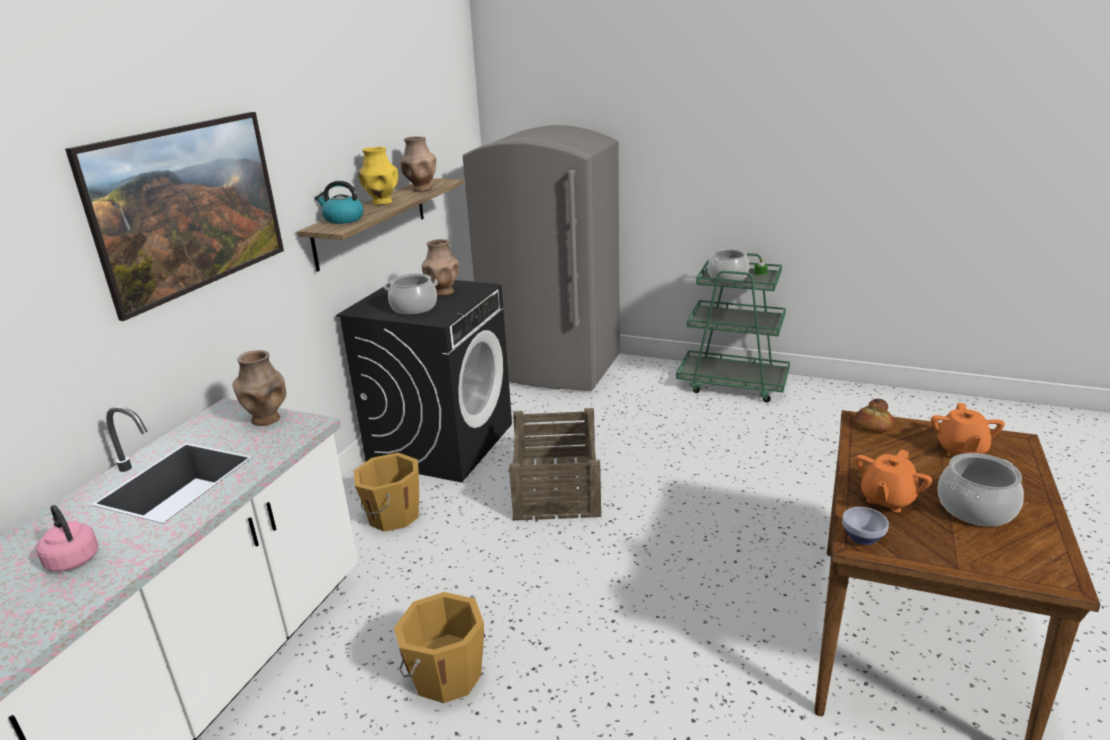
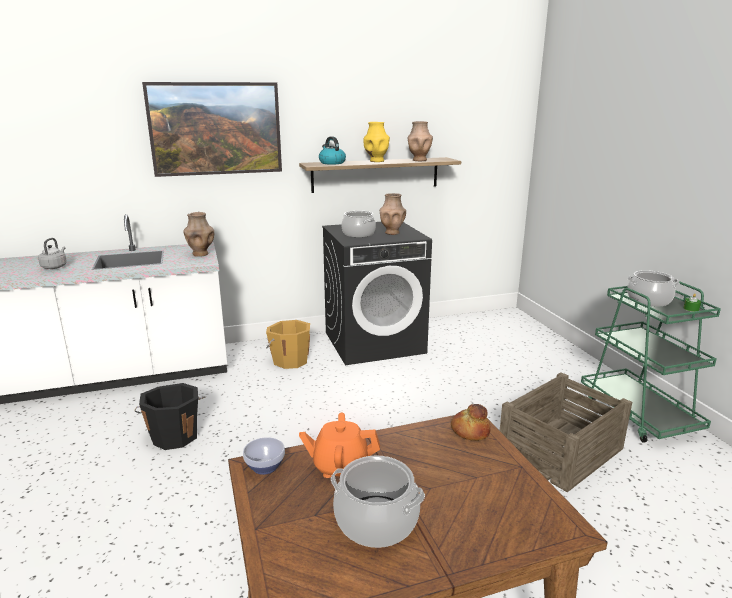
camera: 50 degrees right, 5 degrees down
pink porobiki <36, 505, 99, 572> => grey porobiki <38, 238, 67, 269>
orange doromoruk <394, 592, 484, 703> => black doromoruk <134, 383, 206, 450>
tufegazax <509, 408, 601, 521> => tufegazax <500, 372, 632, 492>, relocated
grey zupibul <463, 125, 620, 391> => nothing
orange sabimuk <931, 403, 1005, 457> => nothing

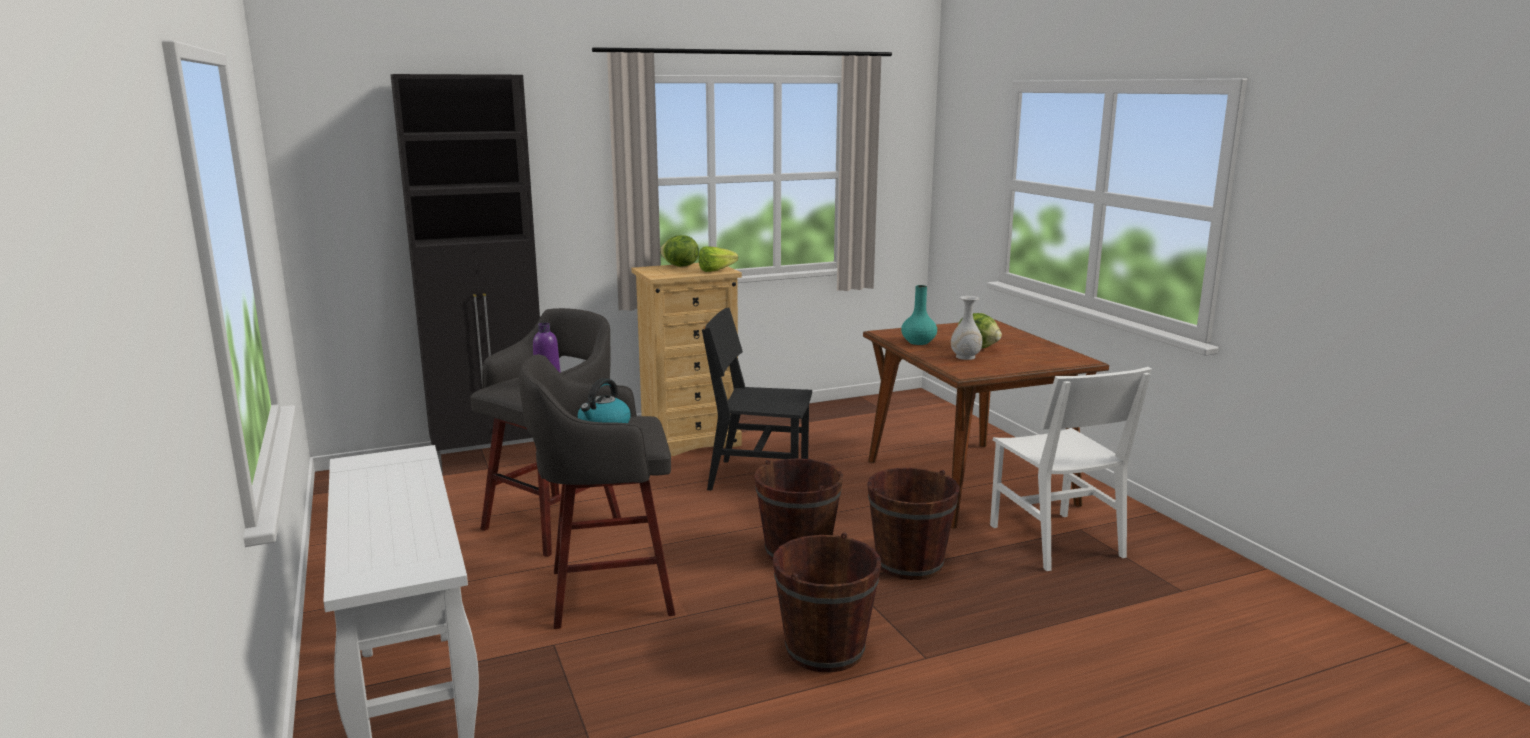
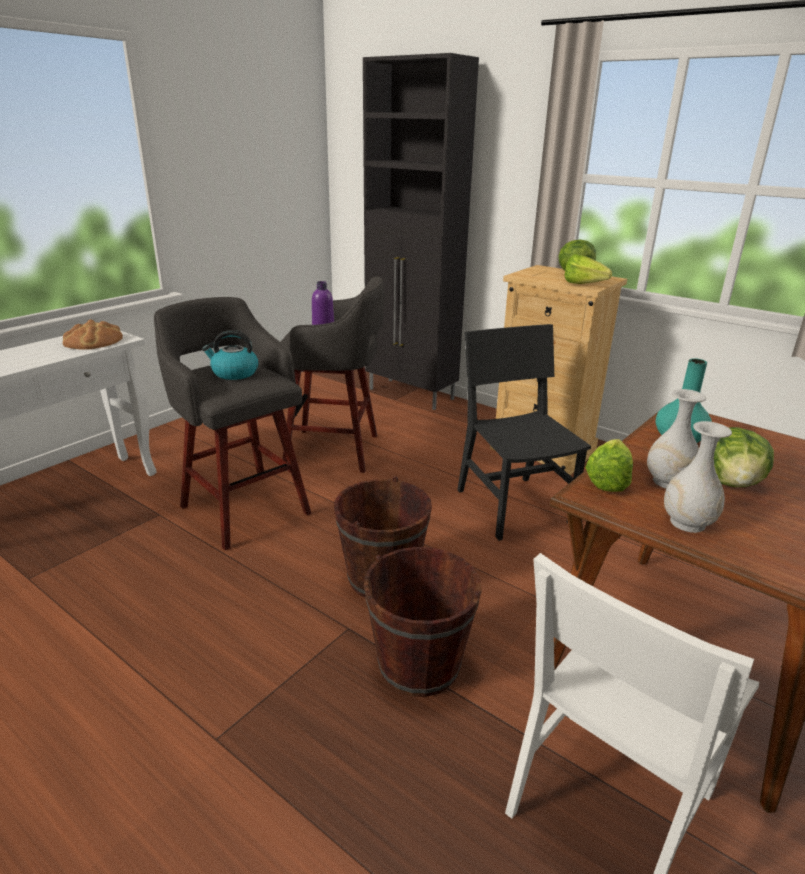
camera: 60 degrees right, 10 degrees up
nothing => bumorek <63, 319, 123, 350>
nothing => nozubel <585, 439, 633, 492>
nothing => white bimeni <664, 421, 732, 533>
brown doromoruk <773, 532, 881, 673> => nothing

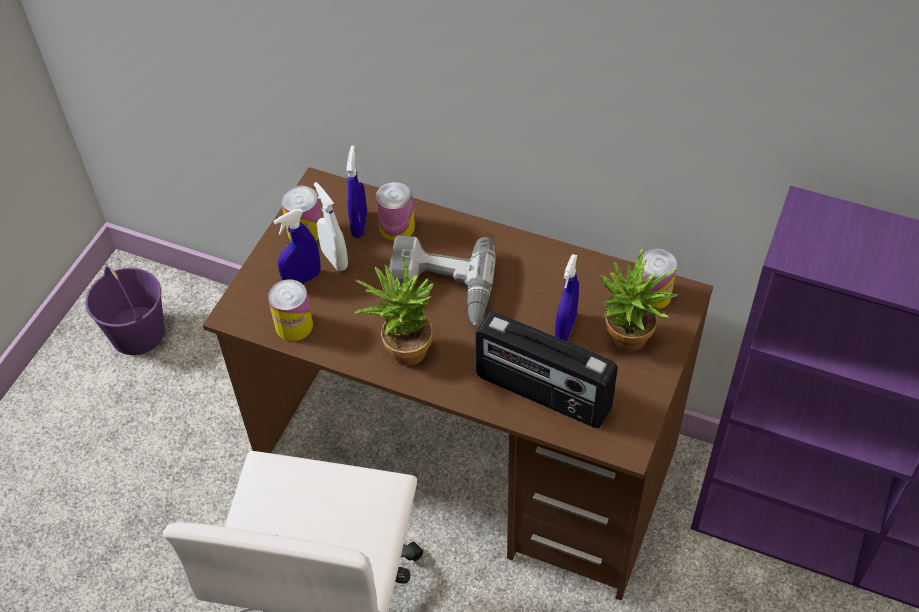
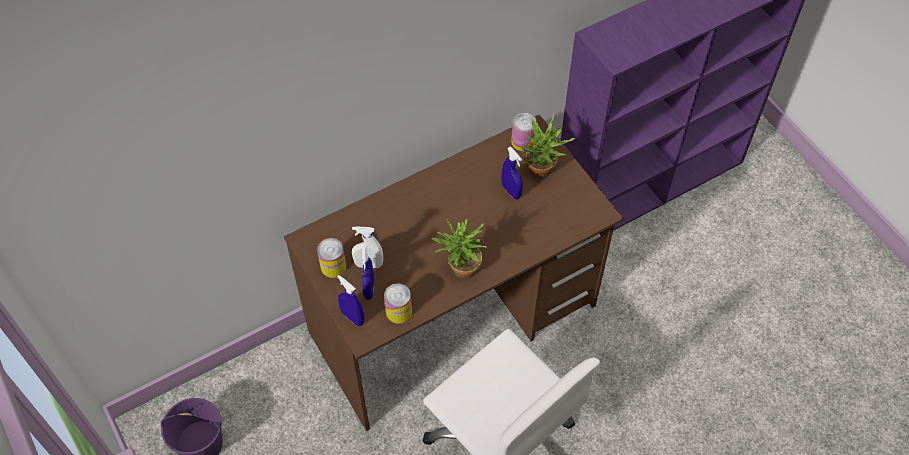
camera: 55 degrees left, 5 degrees up
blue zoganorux <346, 145, 367, 238> => blue zoganorux <337, 275, 364, 326>, relocated
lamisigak <376, 182, 415, 241> => nothing
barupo <389, 236, 496, 326> => nothing
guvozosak <475, 311, 618, 428> => nothing

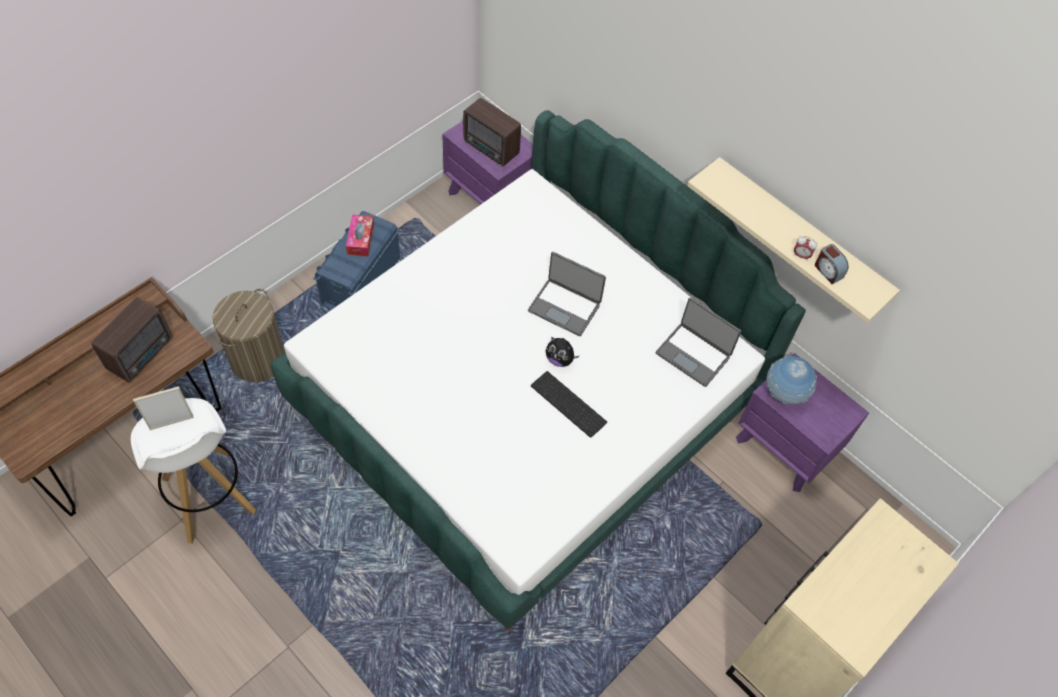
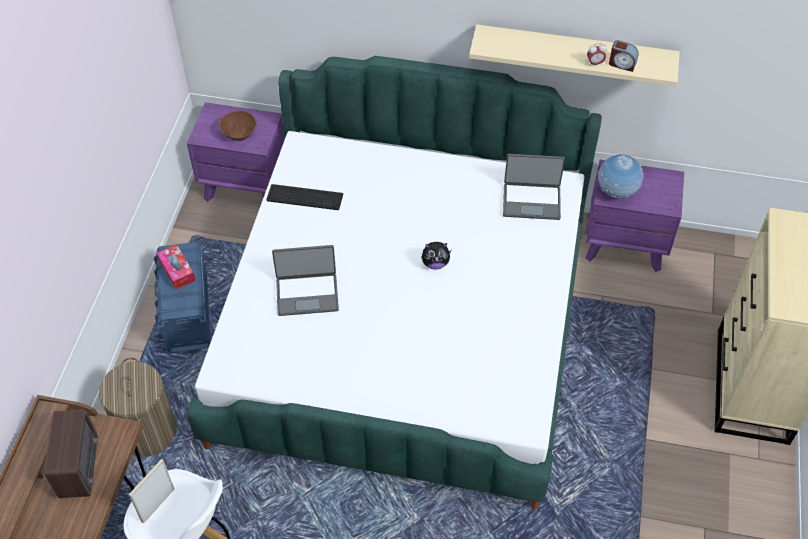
camera: 30 degrees left, 5 degrees down
guvozosak <463, 98, 521, 166> => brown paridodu <219, 110, 257, 141>
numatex <531, 371, 607, 438> => numatex <266, 184, 343, 210>, relocated
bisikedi <528, 252, 606, 336> => bisikedi <272, 245, 339, 316>, relocated

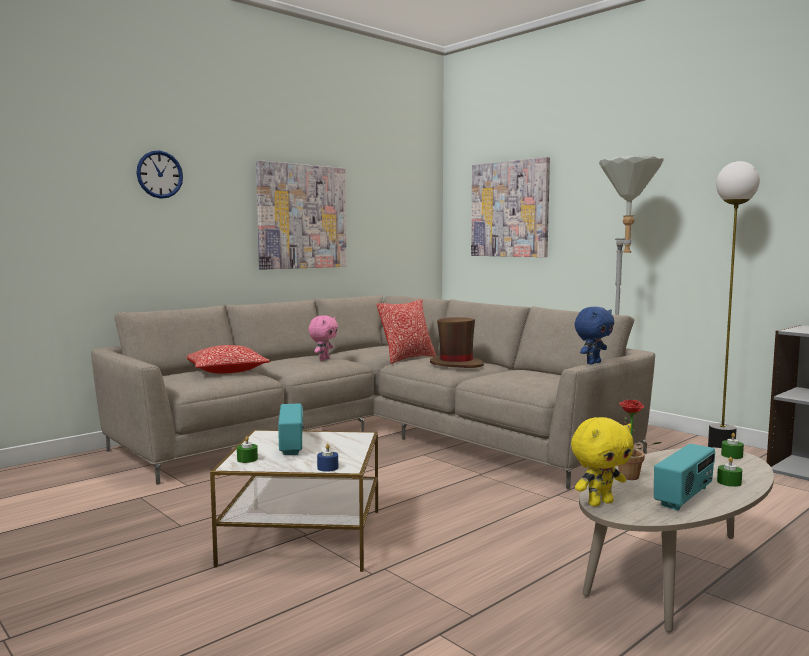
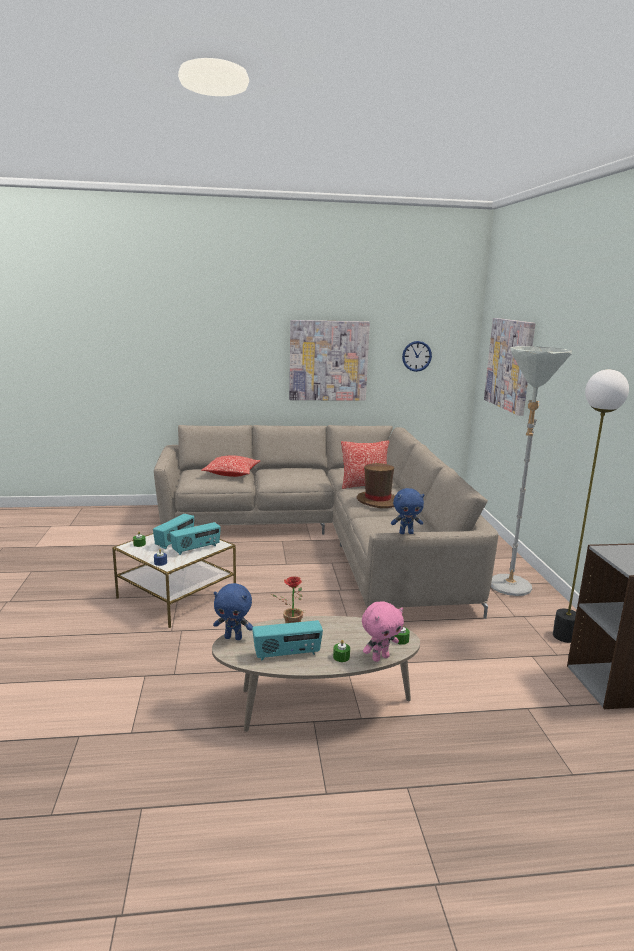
camera: 35 degrees right, 10 degrees up
nothing => guvozosak <170, 522, 221, 555>
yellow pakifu <571, 417, 634, 506> => blue pakifu <213, 583, 253, 640>
pink pakifu <308, 315, 338, 361> => pink pakifu <362, 602, 404, 662>, relocated
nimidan <136, 150, 183, 199> => nimidan <402, 341, 432, 372>, relocated

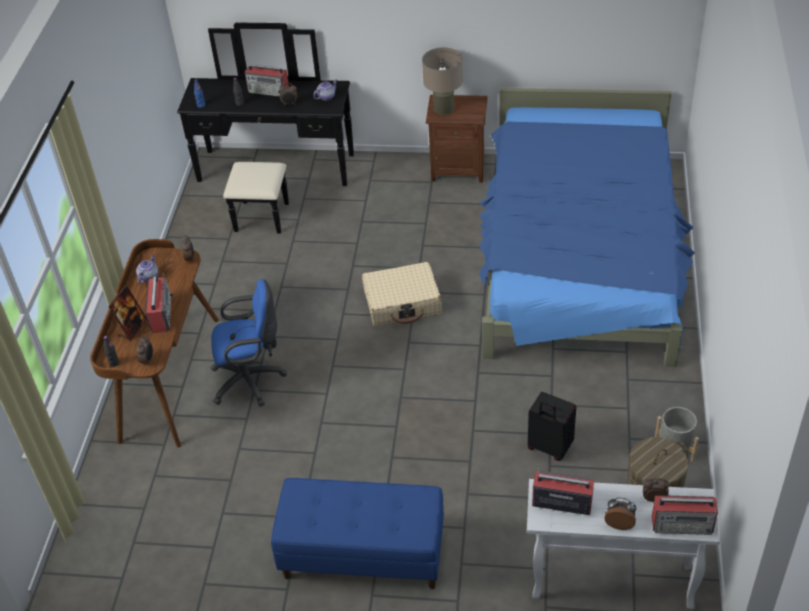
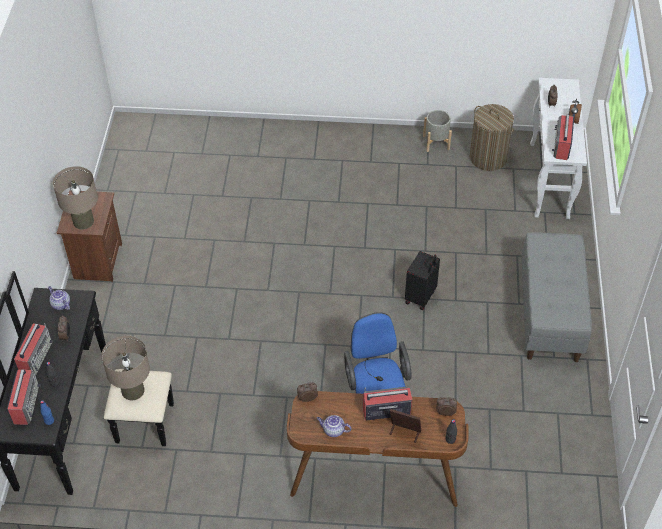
camera: 95 degrees left, 5 degrees up
guvozosak <652, 495, 718, 535> => guvozosak <7, 367, 40, 425>, relocated
nothing => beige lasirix <101, 335, 150, 401>
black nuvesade <528, 392, 576, 461> => black nuvesade <405, 251, 440, 310>, relocated
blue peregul <271, 478, 444, 589> => grey peregul <521, 232, 592, 362>
beige nuvesade <362, 262, 442, 326> => nothing
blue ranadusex <479, 88, 695, 367> => nothing

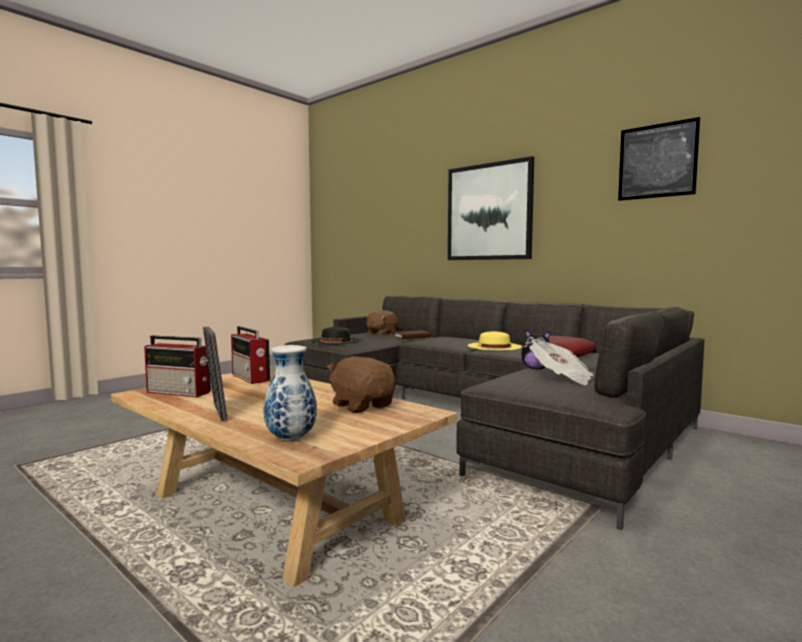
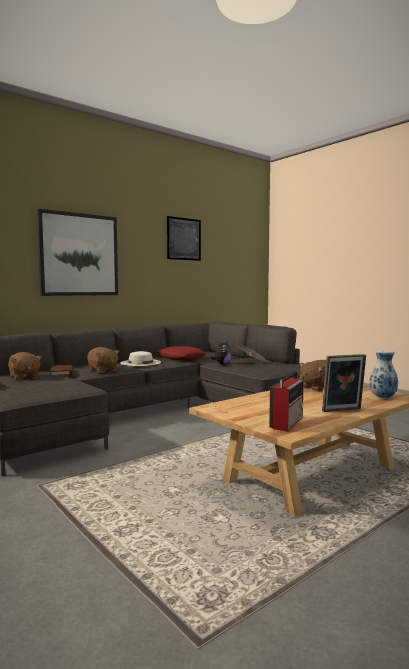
camera: 80 degrees left, 0 degrees up
nothing => brown pakifu <87, 347, 119, 373>
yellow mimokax <467, 331, 522, 351> => white mimokax <120, 351, 161, 366>
guvozosak <231, 326, 270, 384> => nothing
black mimokax <311, 327, 361, 344> => nothing

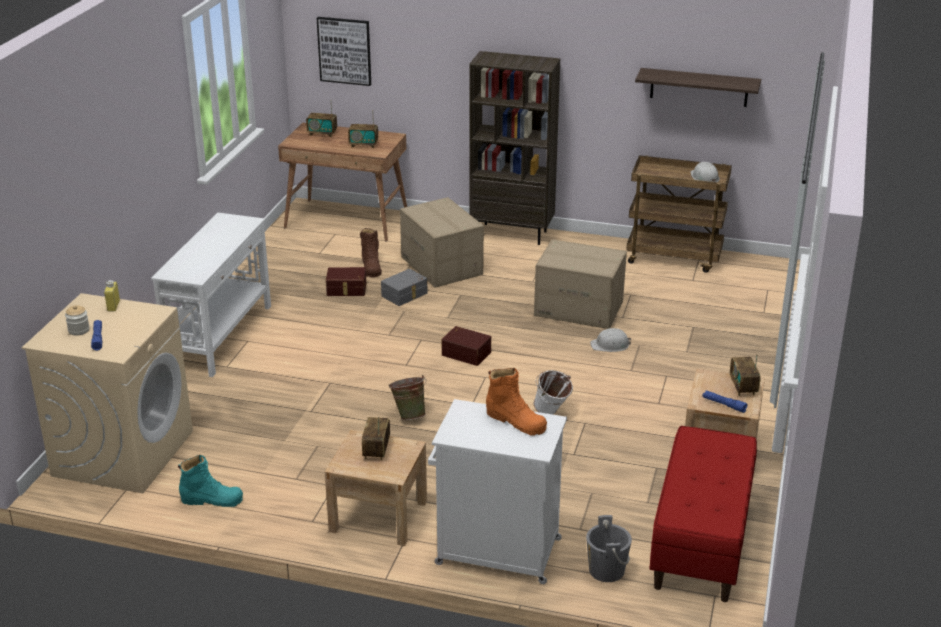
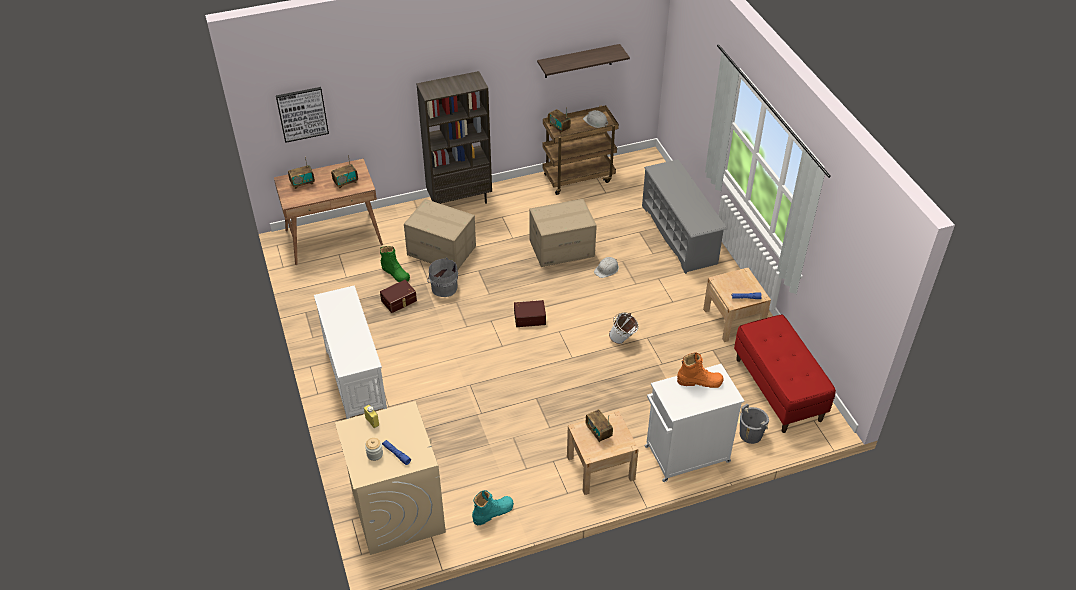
camera: 35 degrees left, 15 degrees up
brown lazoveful <360, 228, 382, 277> => green lazoveful <380, 246, 410, 282>
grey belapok <381, 269, 427, 306> => grey doromoruk <427, 257, 458, 297>
guvozosak <730, 354, 761, 396> => guvozosak <548, 109, 571, 134>, relocated
nothing => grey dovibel <642, 159, 727, 274>
green doromoruk <389, 375, 426, 420> => nothing

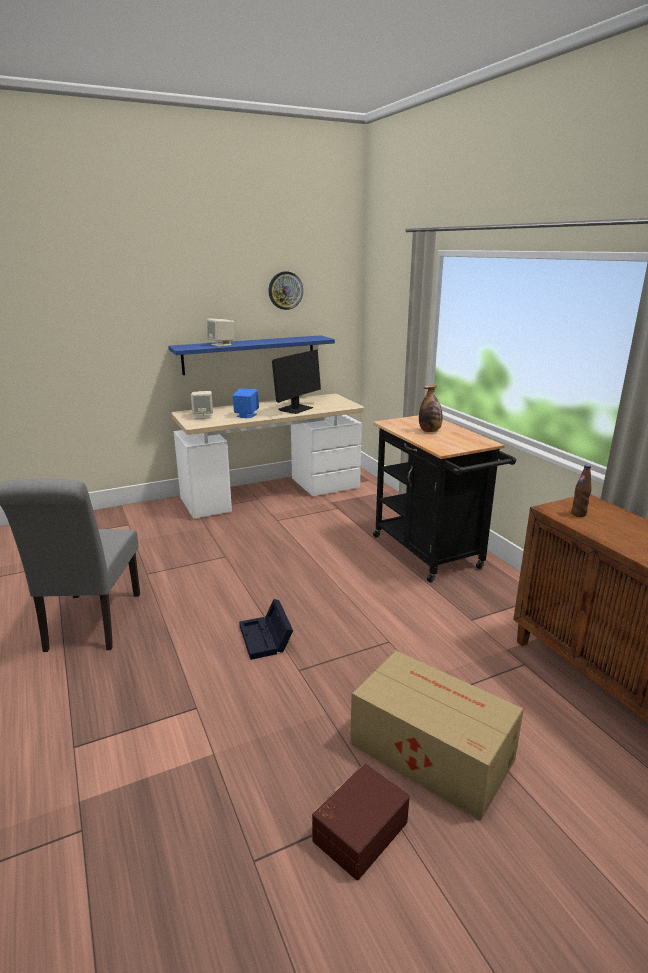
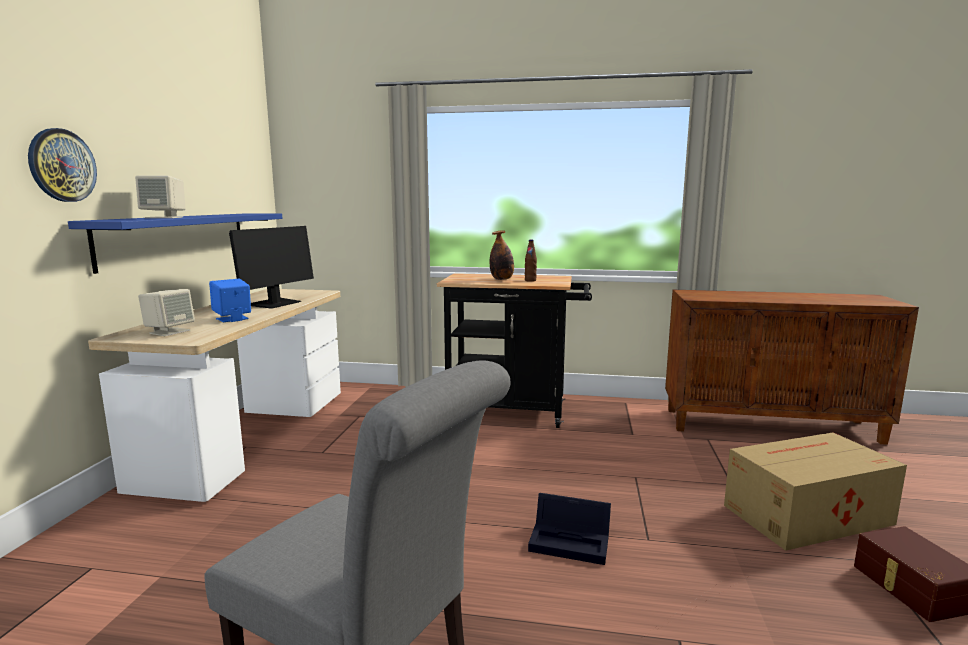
camera: 55 degrees left, 10 degrees down
nimidan <268, 271, 303, 310> => nimidan <28, 128, 97, 202>, relocated
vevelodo <272, 350, 321, 414> => vevelodo <229, 226, 314, 309>, 45 degrees clockwise
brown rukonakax <571, 465, 591, 517> => brown rukonakax <525, 240, 537, 282>, relocated

